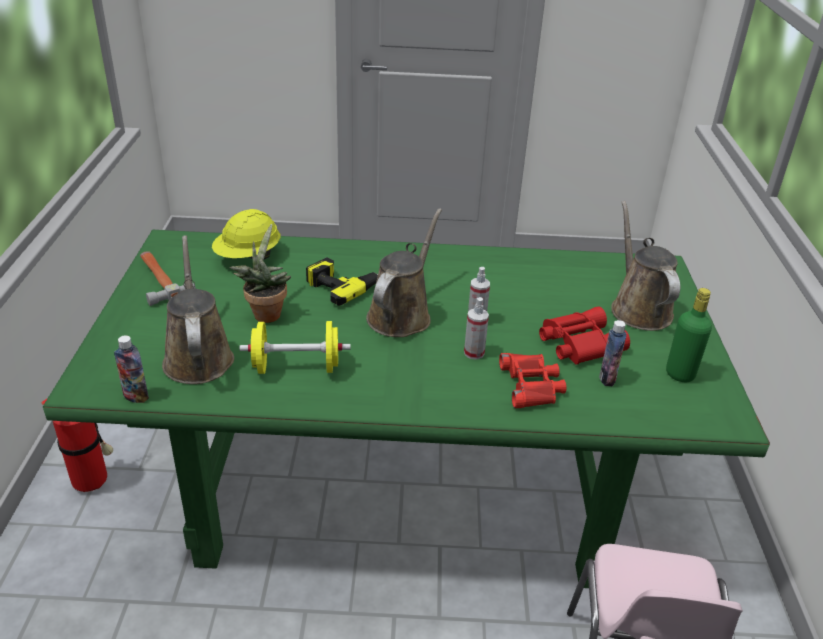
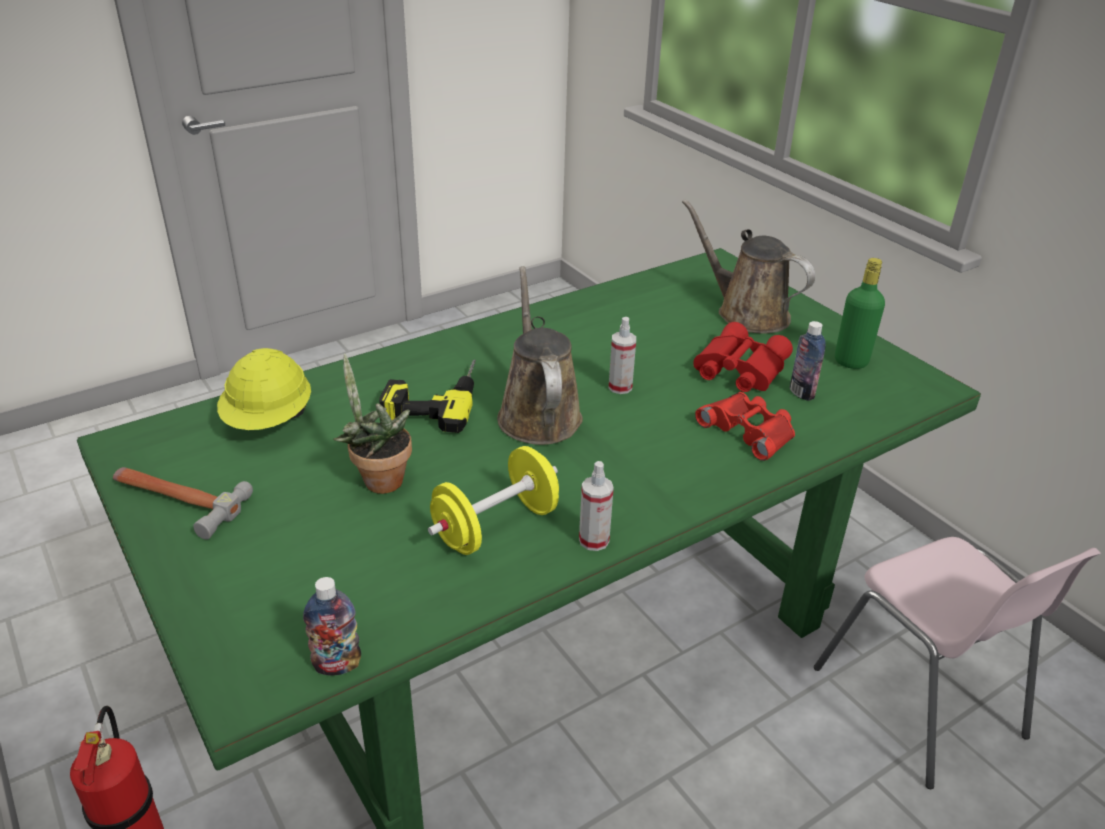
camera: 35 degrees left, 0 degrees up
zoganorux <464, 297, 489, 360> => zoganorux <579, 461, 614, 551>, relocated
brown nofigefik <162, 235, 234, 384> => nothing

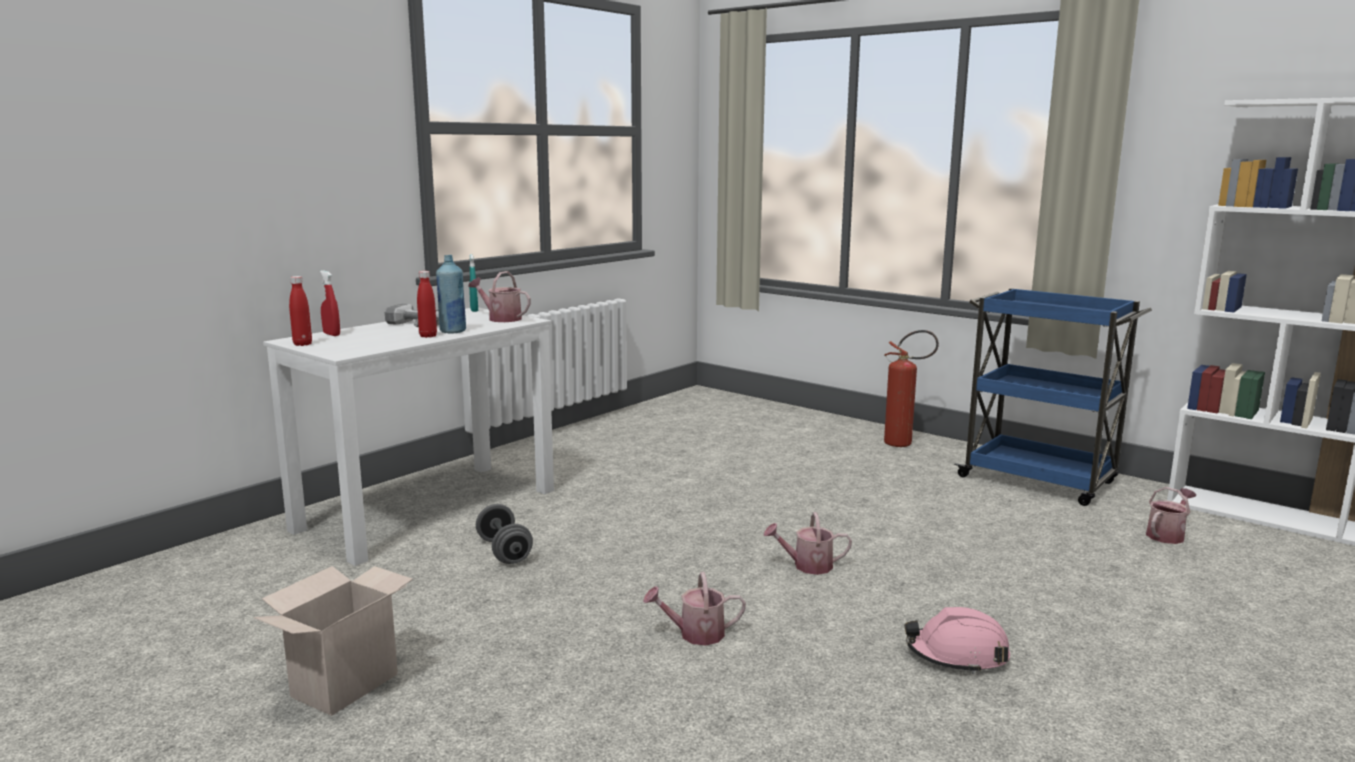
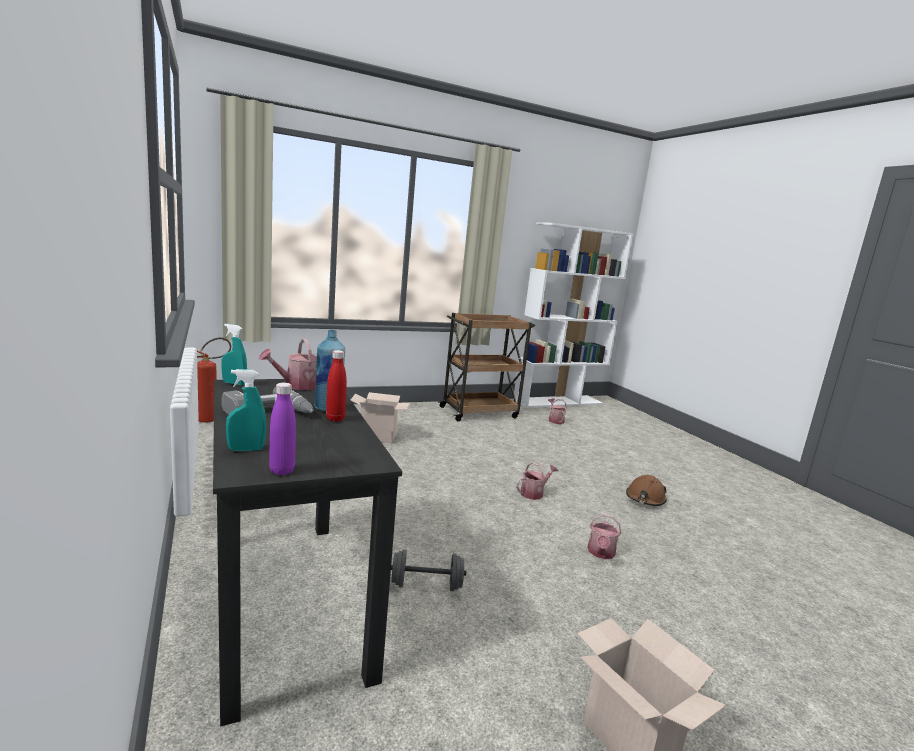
camera: 65 degrees left, 0 degrees up
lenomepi <884, 330, 939, 447> => lenomepi <197, 338, 231, 423>, relocated
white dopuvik <263, 308, 554, 566> => black dopuvik <213, 379, 402, 727>
red zoganorux <320, 270, 340, 336> => turquoise zoganorux <226, 369, 266, 451>
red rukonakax <289, 276, 312, 346> => purple rukonakax <269, 383, 296, 475>
nothing => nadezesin <350, 392, 410, 443>
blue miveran <954, 288, 1152, 506> => brown miveran <439, 313, 535, 421>
nofigefik <763, 512, 852, 575> => nofigefik <516, 462, 558, 500>, 150 degrees counterclockwise
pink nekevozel <905, 607, 1010, 674> => brown nekevozel <626, 475, 667, 506>

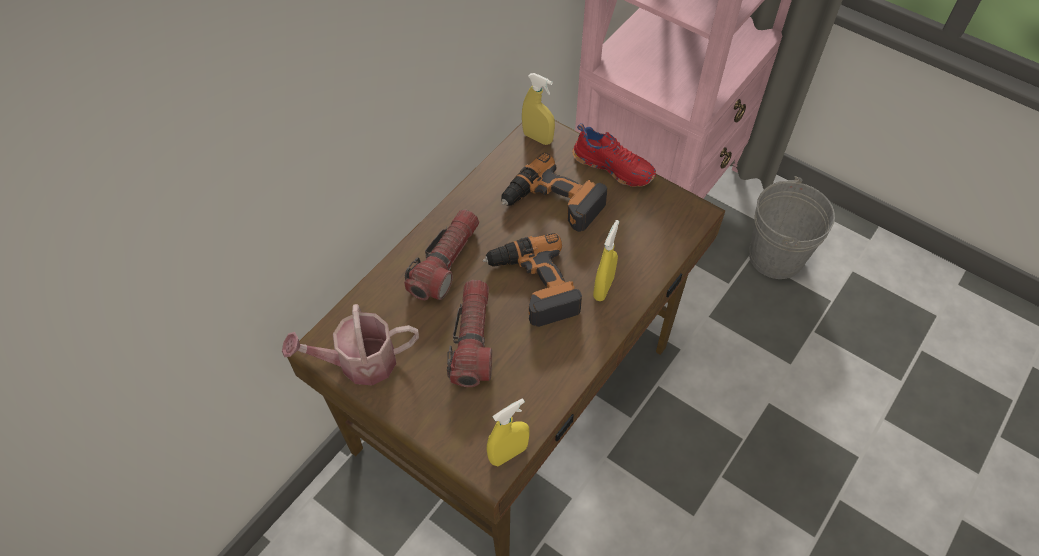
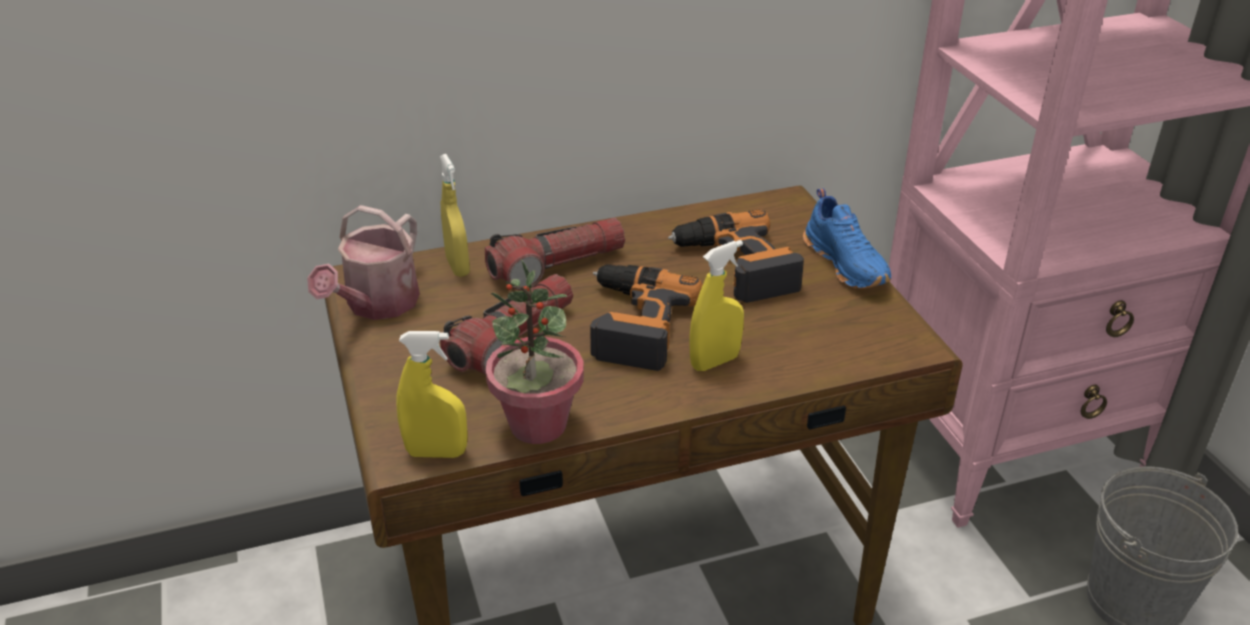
camera: 35 degrees right, 20 degrees down
nofigefik <282, 304, 419, 386> => nofigefik <307, 205, 420, 320>, 90 degrees counterclockwise
yellow zoganorux <522, 73, 555, 145> => yellow zoganorux <440, 154, 470, 277>, relocated
nothing => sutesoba <485, 259, 584, 444>
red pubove <572, 123, 656, 187> => blue pubove <803, 188, 891, 289>

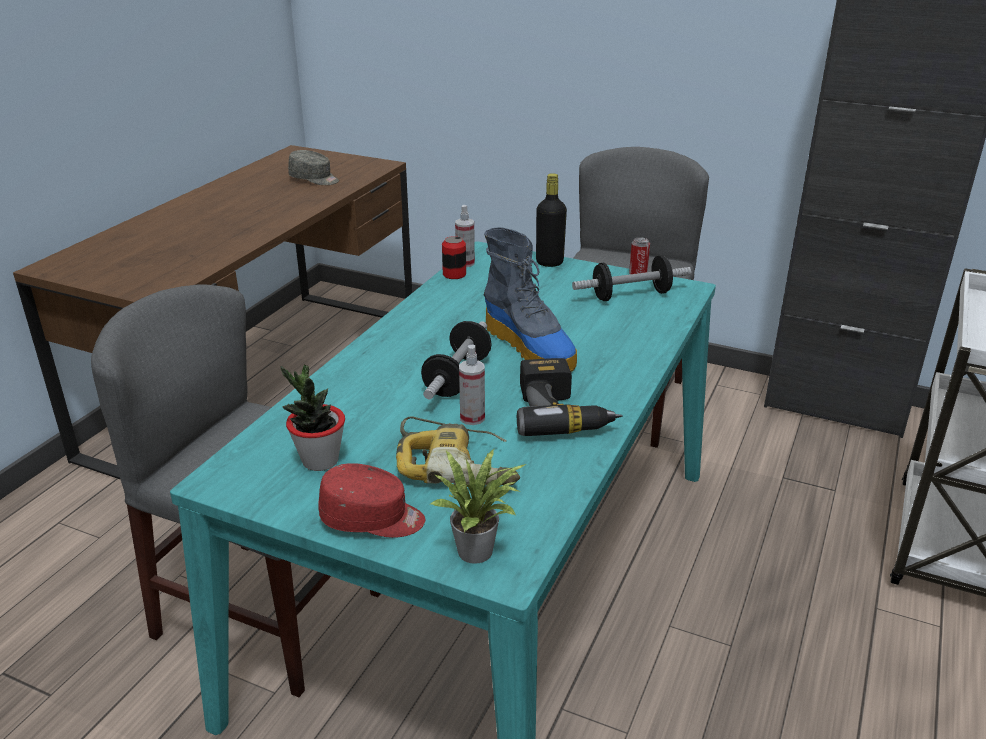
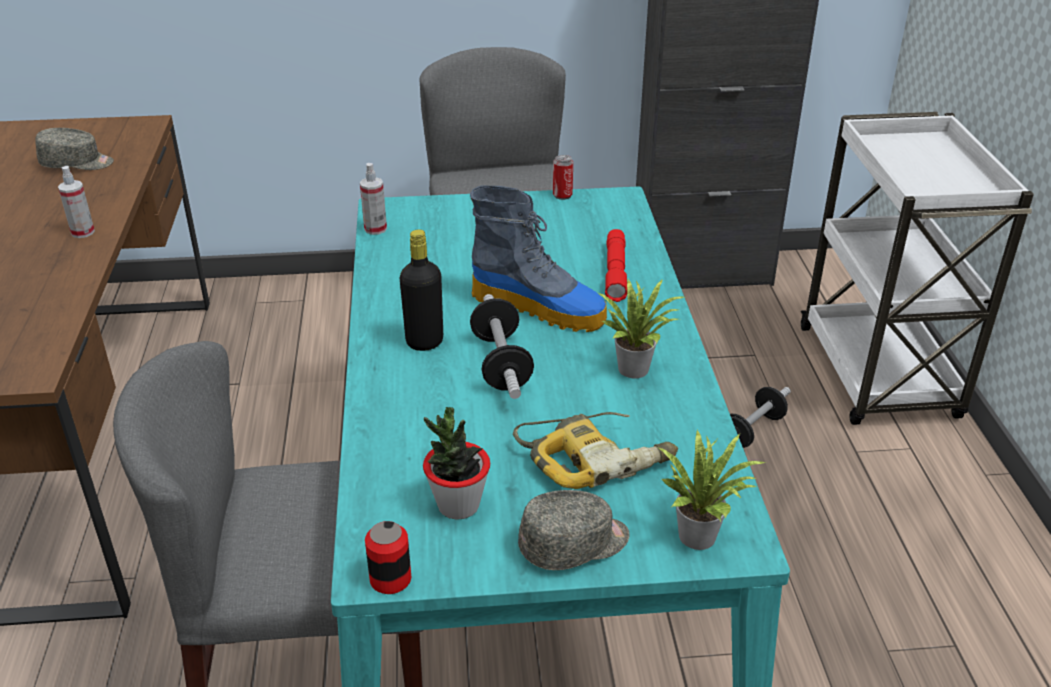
camera: 30 degrees left, 5 degrees up
zoganorux <459, 345, 485, 425> => zoganorux <58, 166, 95, 238>, relocated
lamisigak <442, 236, 466, 279> => lamisigak <365, 521, 411, 594>, relocated
black rukonakax <536, 173, 567, 267> => black rukonakax <399, 229, 443, 351>, relocated
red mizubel <318, 463, 425, 538> => grey mizubel <518, 490, 630, 570>
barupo <517, 358, 623, 436> => sutesoba <598, 279, 684, 379>
nothing => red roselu <605, 229, 627, 302>
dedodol <572, 256, 691, 301> => dedodol <730, 387, 791, 448>, relocated

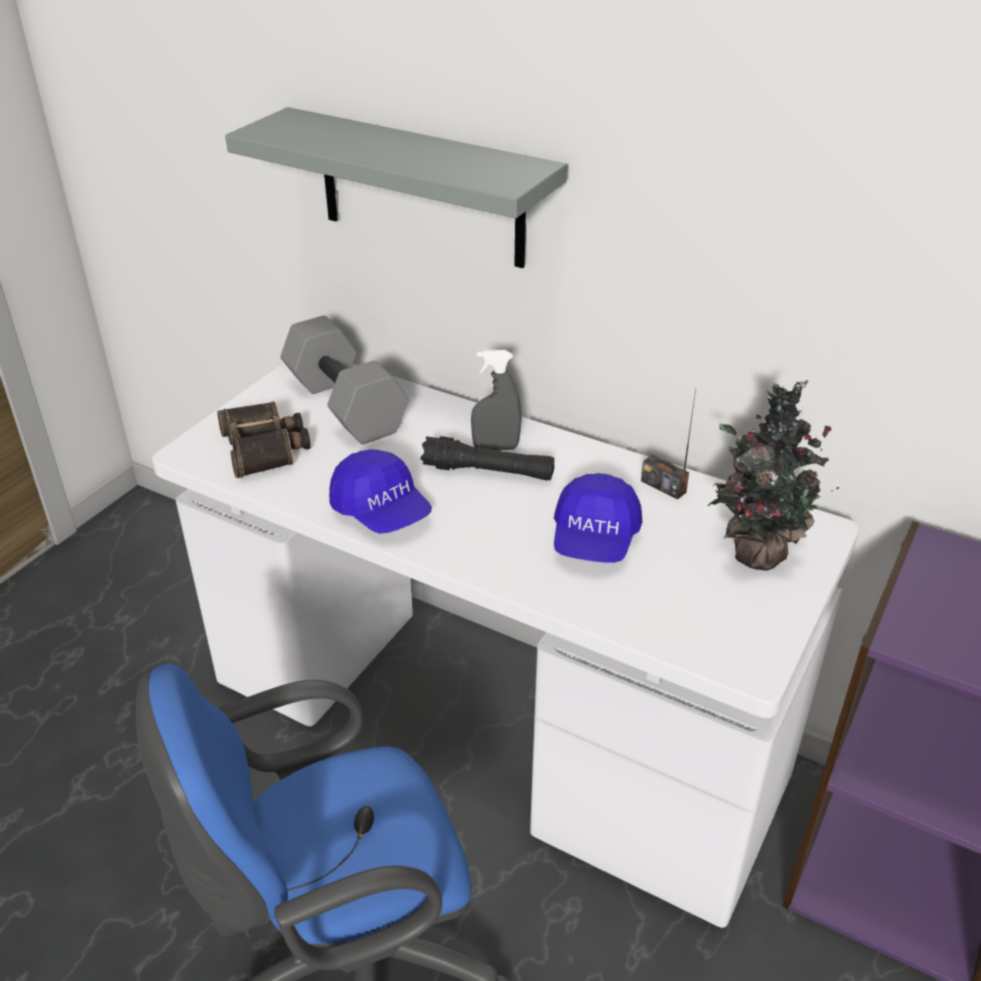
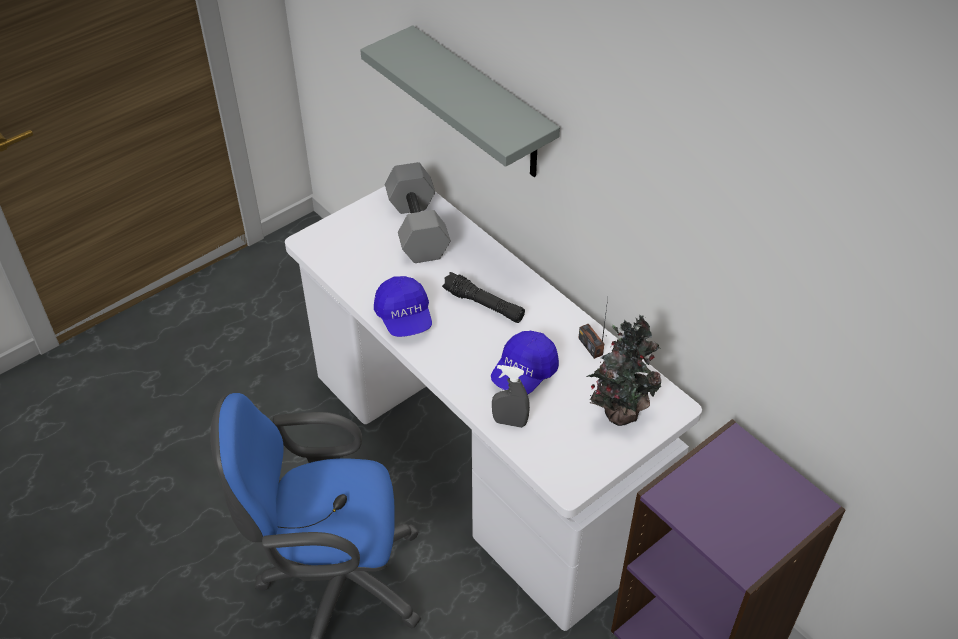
camera: 20 degrees right, 10 degrees up
grey zoganorux <471, 350, 522, 451> => grey zoganorux <492, 365, 530, 428>, relocated
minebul <217, 401, 311, 478> => nothing

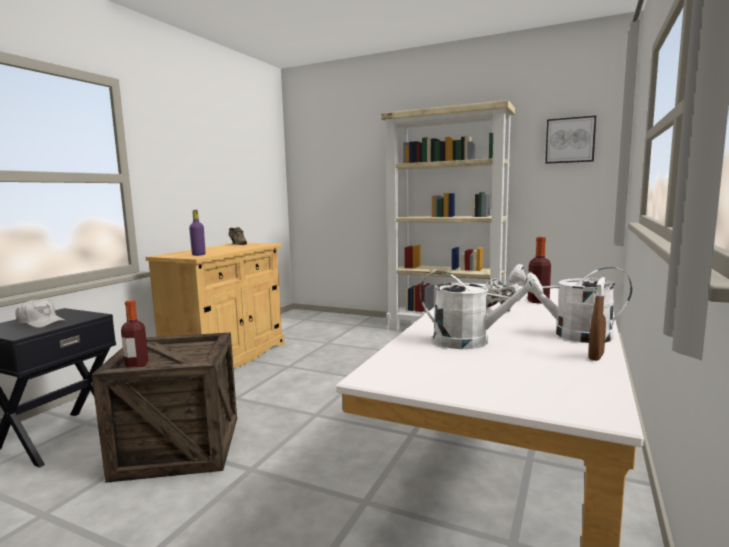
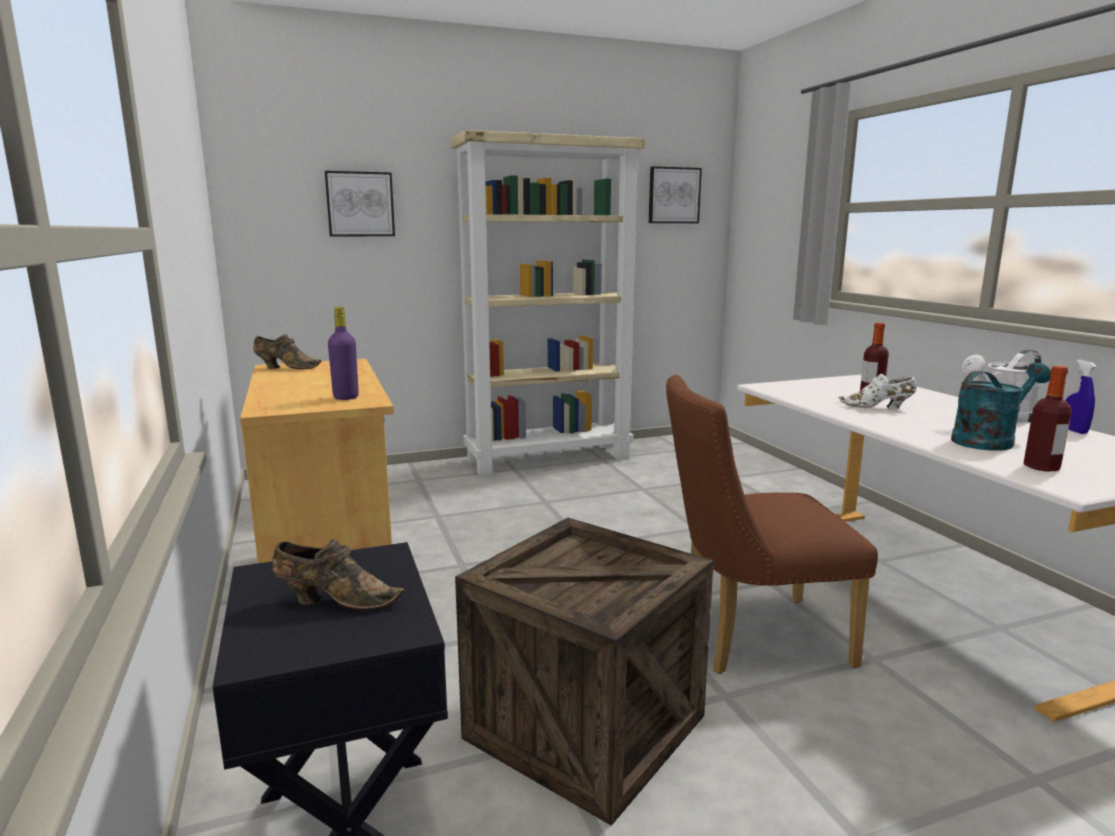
camera: 45 degrees left, 5 degrees up
white mizubel <15, 299, 66, 328> => brown pubove <272, 539, 404, 610>
nothing => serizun <325, 171, 395, 236>
nothing => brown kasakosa <666, 375, 878, 674>
white nofigefik <420, 271, 543, 349> => turquoise nofigefik <951, 362, 1051, 451>
rukonakax <121, 300, 149, 368> => rukonakax <1024, 366, 1072, 472>, relocated
brown zoganorux <589, 277, 606, 361> => blue zoganorux <1065, 360, 1097, 434>

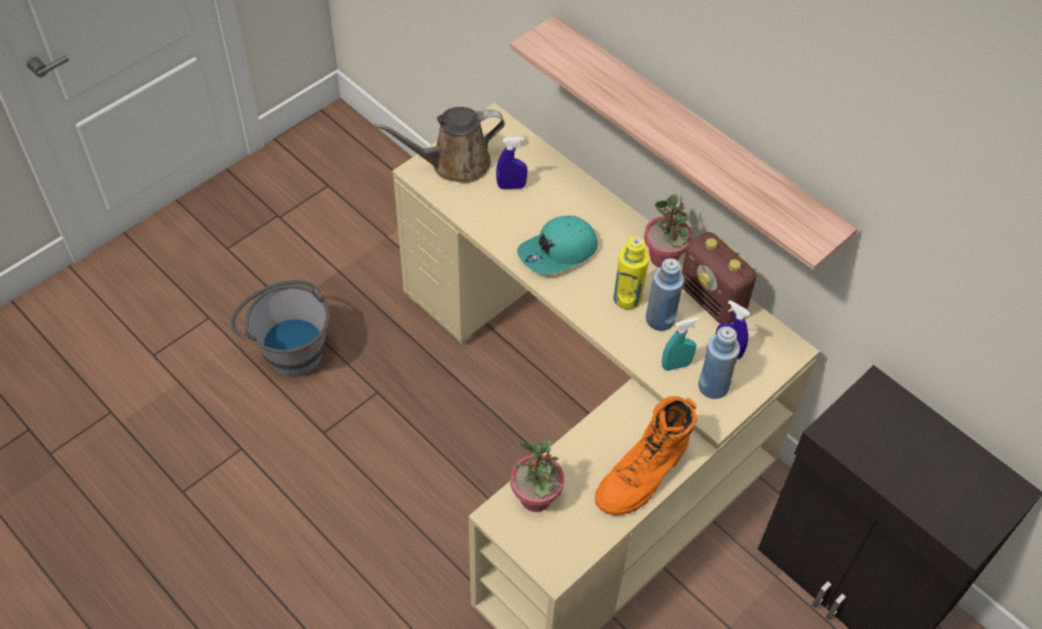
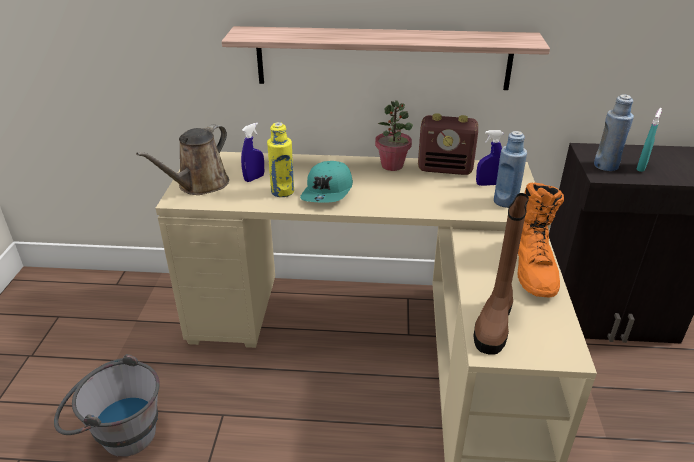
camera: 40 degrees left, 20 degrees down
yellow rukonakax <614, 236, 649, 310> => yellow rukonakax <267, 122, 294, 197>, relocated
sutesoba <510, 441, 564, 512> => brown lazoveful <473, 193, 529, 355>
blue rukonakax <646, 258, 684, 331> => blue rukonakax <594, 94, 634, 171>, relocated
turquoise zoganorux <662, 318, 699, 371> => turquoise zoganorux <637, 108, 662, 172>, relocated

